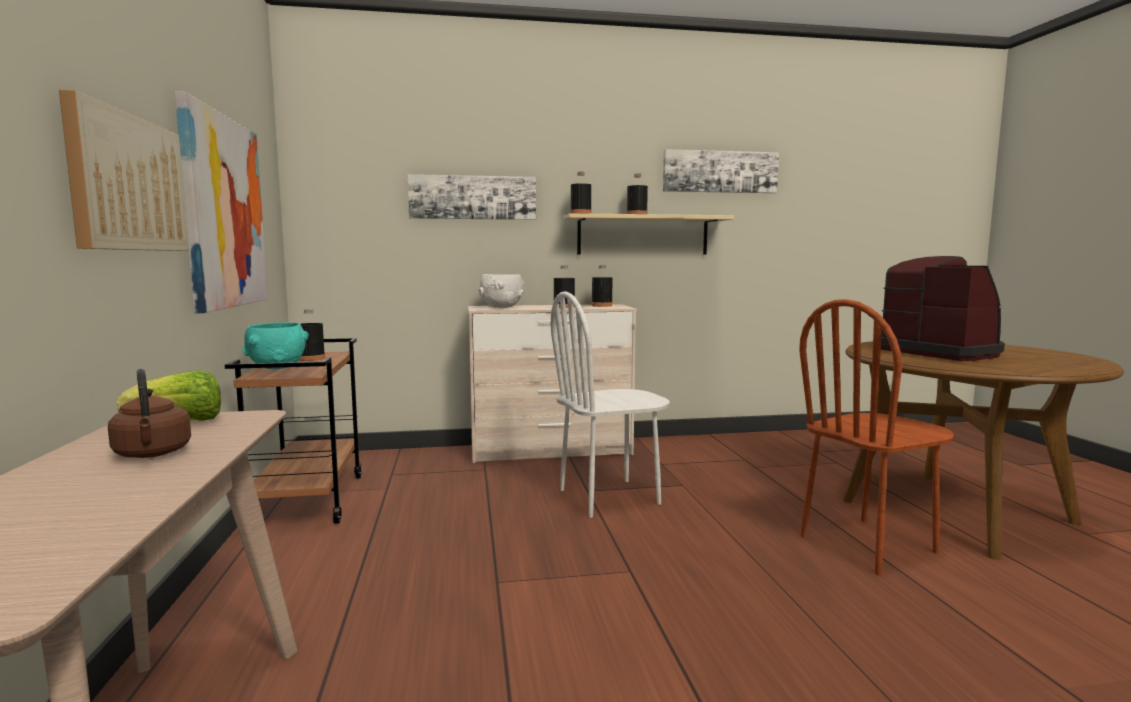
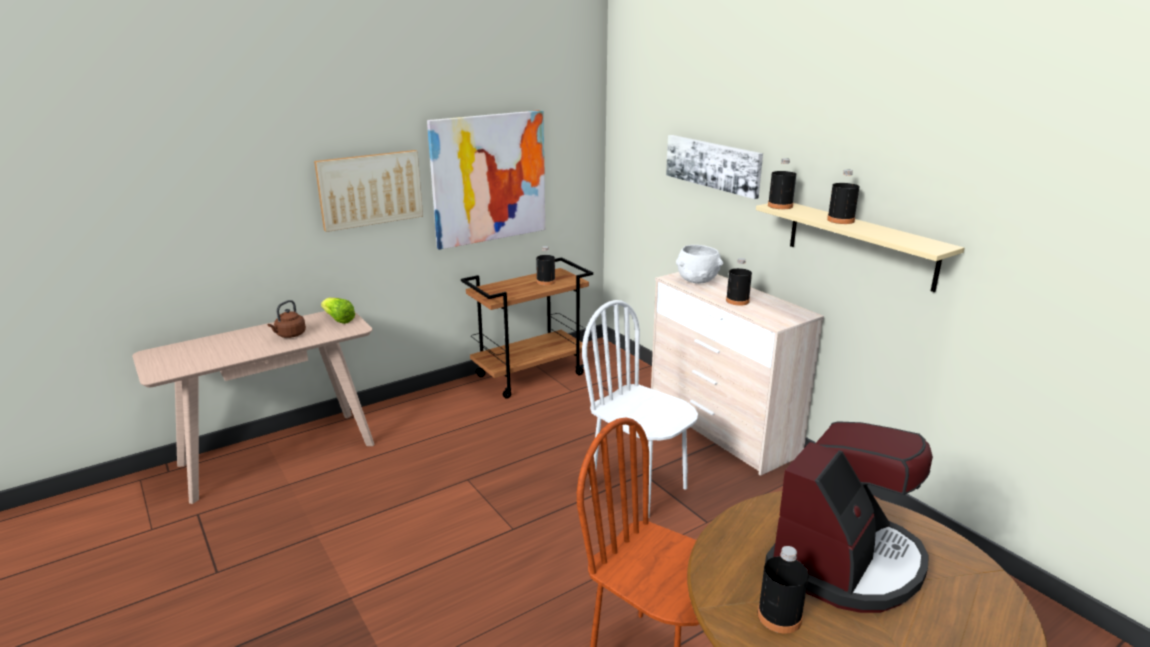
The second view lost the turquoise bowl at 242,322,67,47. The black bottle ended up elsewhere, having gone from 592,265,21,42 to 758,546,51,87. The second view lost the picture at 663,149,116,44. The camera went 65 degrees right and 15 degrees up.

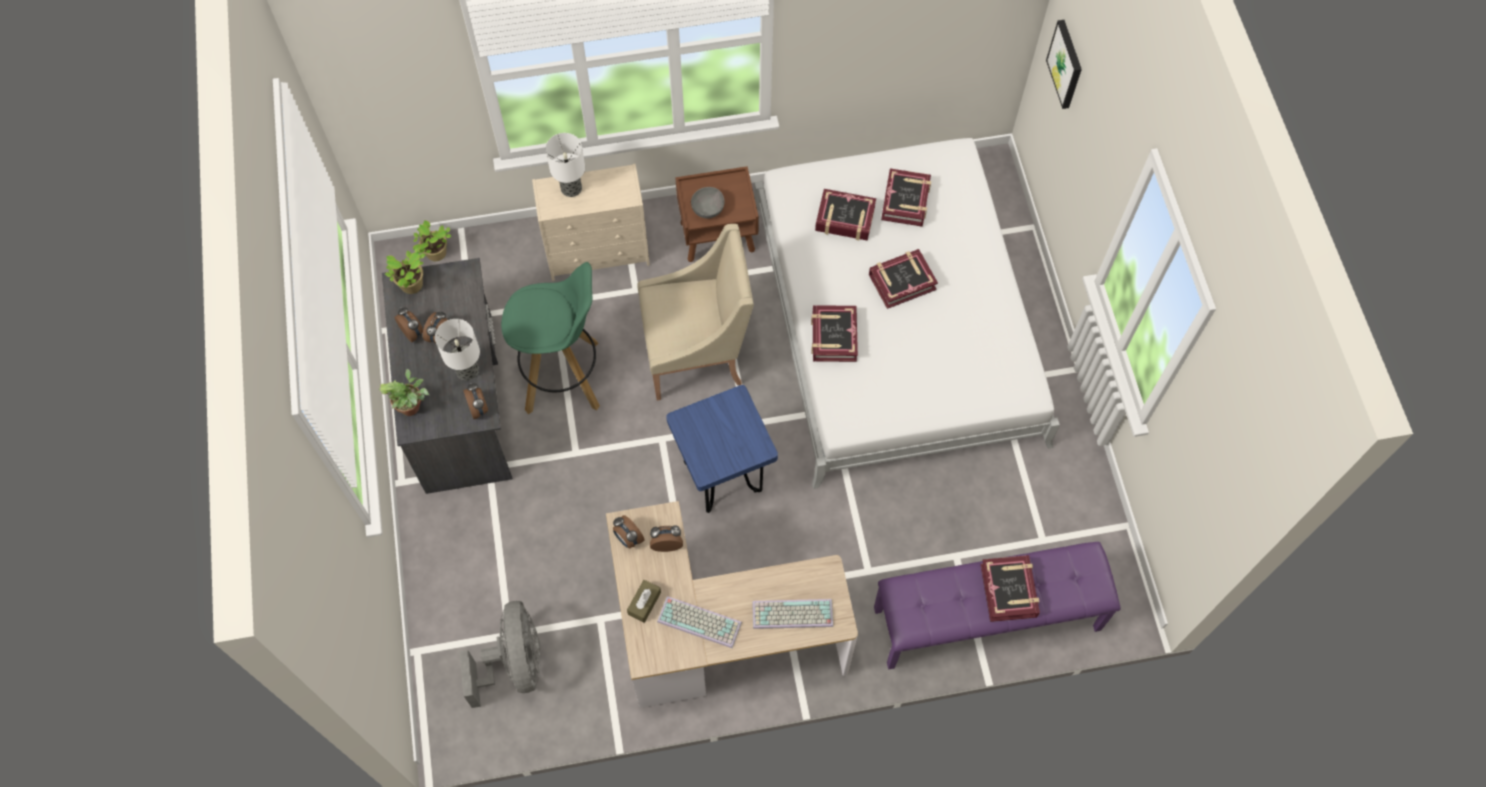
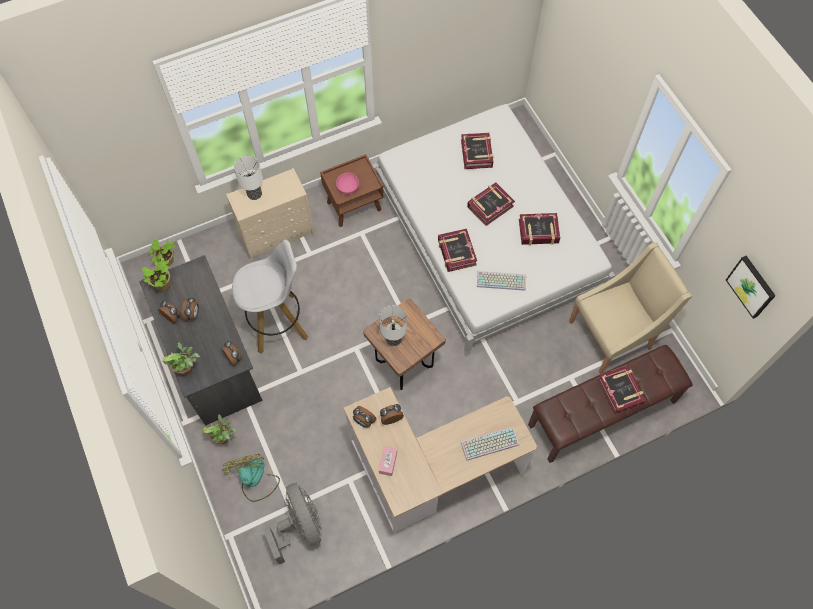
The table lamp ended up elsewhere, having gone from 435,319,45,61 to 379,305,28,41. What was the green stool at 501,262,99,152 turned into the white stool at 232,240,76,114. What was the brown tissue box at 627,580,34,43 turned into the pink tissue box at 379,447,18,29. The beige armchair ended up elsewhere, having gone from 637,224,117,177 to 569,242,123,132. The keyboard ended up elsewhere, having gone from 657,596,85,52 to 477,271,49,20. What was the blue stool at 666,385,112,128 turned into the brown stool at 363,298,83,92. What was the grey bowl at 691,187,34,31 turned into the pink bowl at 336,173,23,21. The book ended up elsewhere, having gone from 815,189,61,52 to 519,213,41,32. What was the purple bench at 874,542,247,127 turned into the brown bench at 528,345,165,118. The picture ended up elsewhere, having gone from 1046,20,36,89 to 726,256,50,63. The second view gained the potted plant at 202,414,35,30. The second view gained the fan at 222,454,58,48. The camera went 15 degrees left and 0 degrees up.

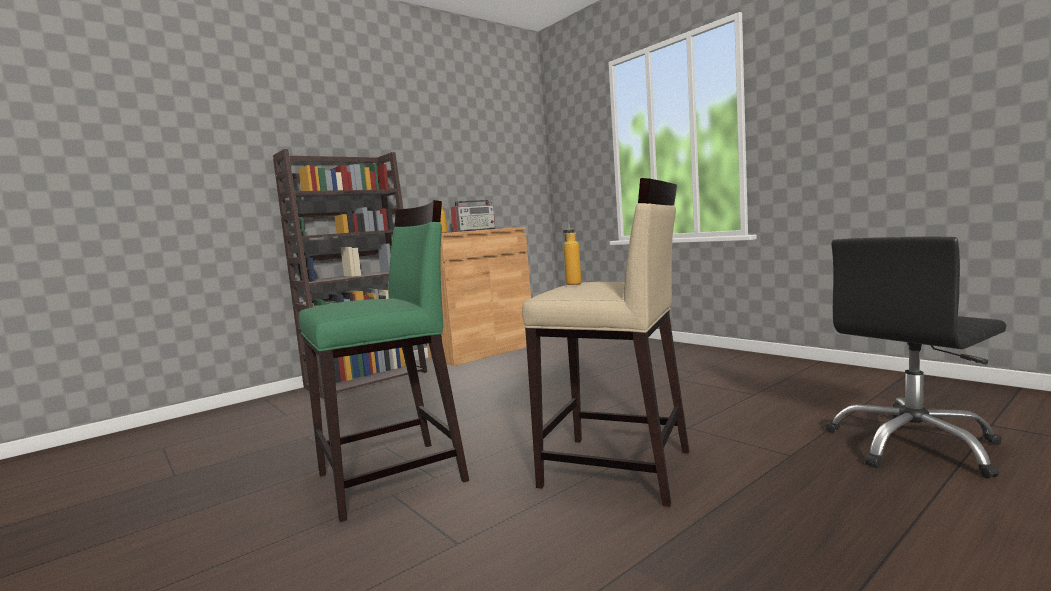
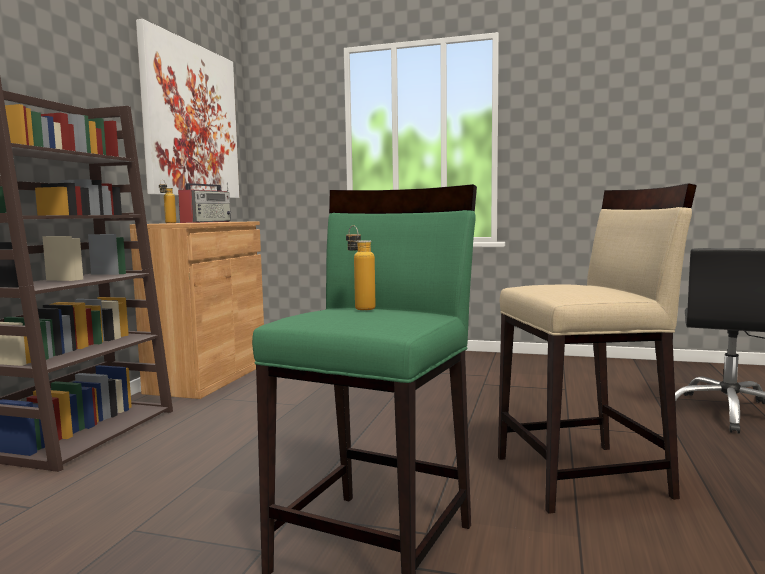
The bottle ended up elsewhere, having gone from 563,222,18,63 to 346,225,30,85. The second view gained the picture at 136,19,103,179. The camera went 35 degrees left and 0 degrees up.

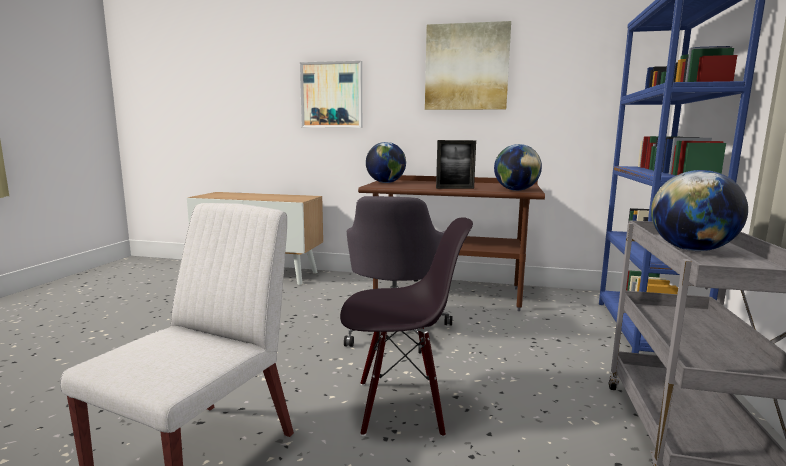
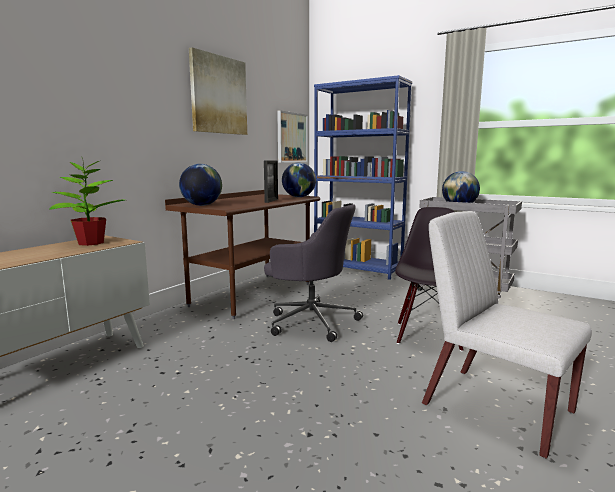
The picture ended up elsewhere, having gone from 300,61,62,67 to 277,110,31,53. The second view gained the potted plant at 49,156,76,90. The camera went 70 degrees left and 0 degrees up.

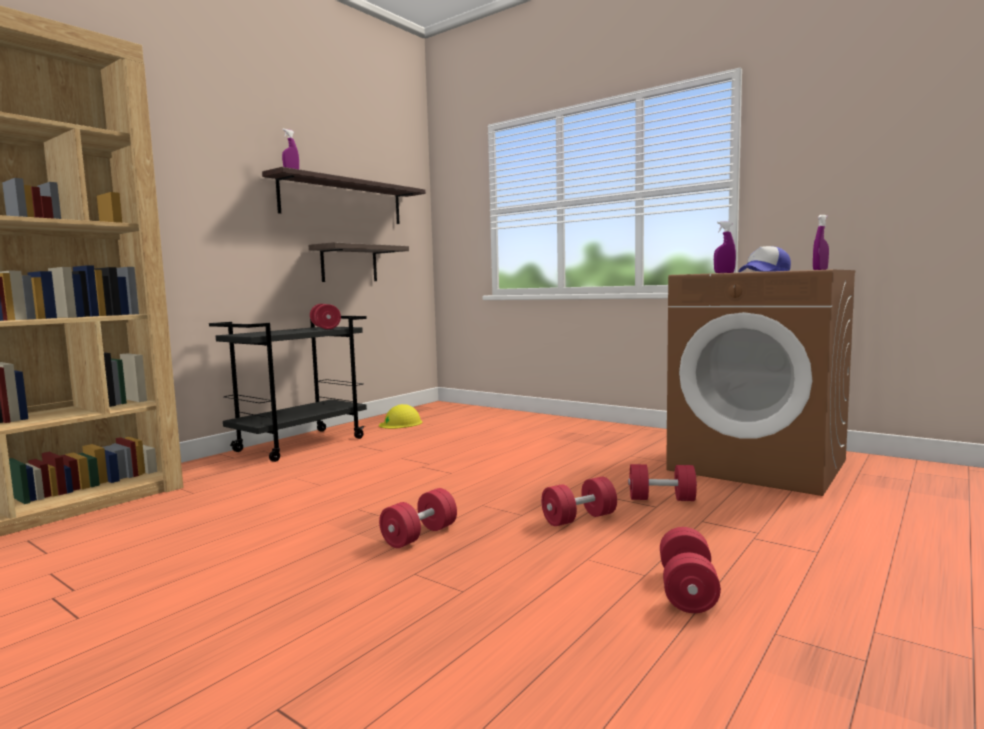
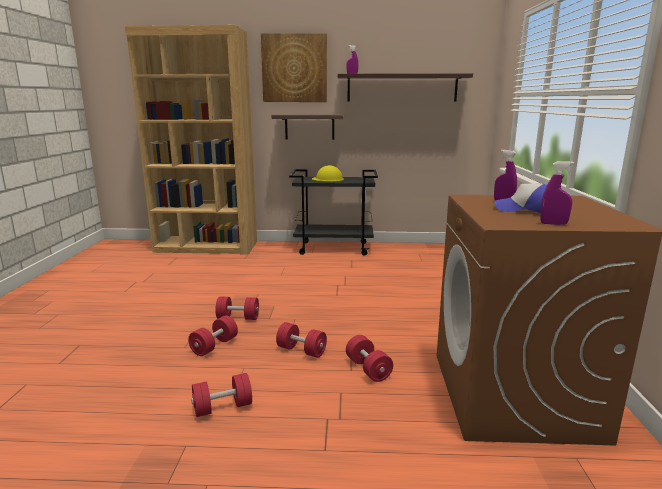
The shelf ended up elsewhere, having gone from 309,242,100,40 to 271,114,73,26. The red dumbbell ended up elsewhere, having gone from 310,304,31,25 to 188,315,50,41. The yellow hard hat ended up elsewhere, having gone from 379,404,43,25 to 312,165,32,17. The second view gained the picture at 261,33,66,69. The camera went 55 degrees right and 10 degrees up.

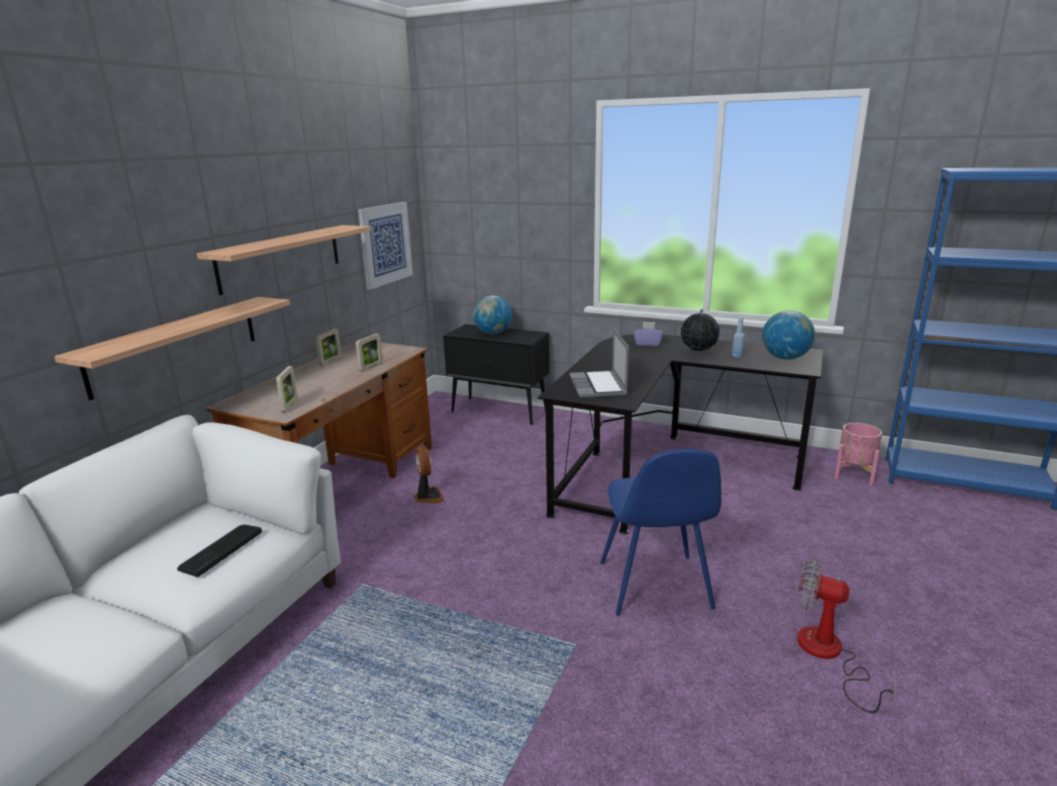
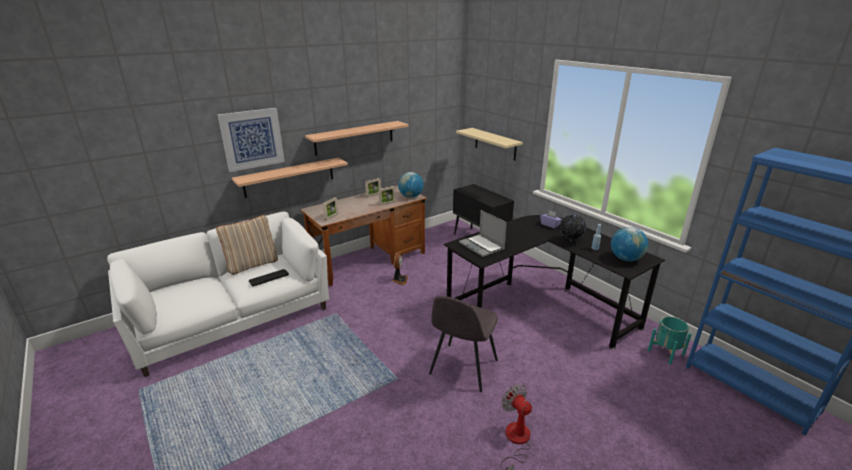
The picture ended up elsewhere, having gone from 358,202,55,88 to 218,108,67,64. The globe ended up elsewhere, having gone from 473,295,39,40 to 398,172,26,26. The laptop at 569,328,60,70 ended up facing another way, 60 degrees counterclockwise from before. What was the blue chair at 600,449,121,167 turned into the grey chair at 429,296,69,96. What was the pink planter at 834,423,48,63 turned into the turquoise planter at 648,316,44,49. The second view gained the beige pillow at 216,215,62,60. The second view gained the beige shelf at 456,128,67,32. The camera went 30 degrees right and 5 degrees up.

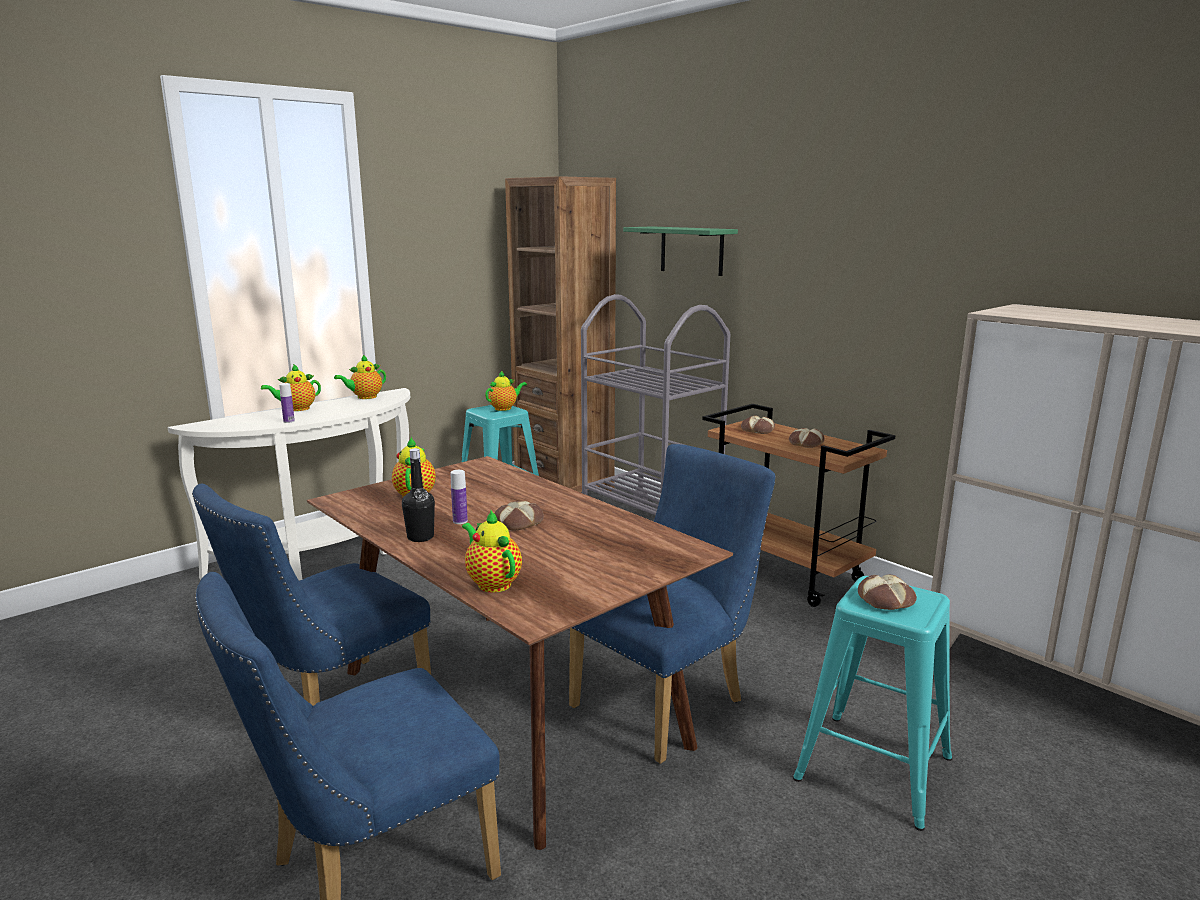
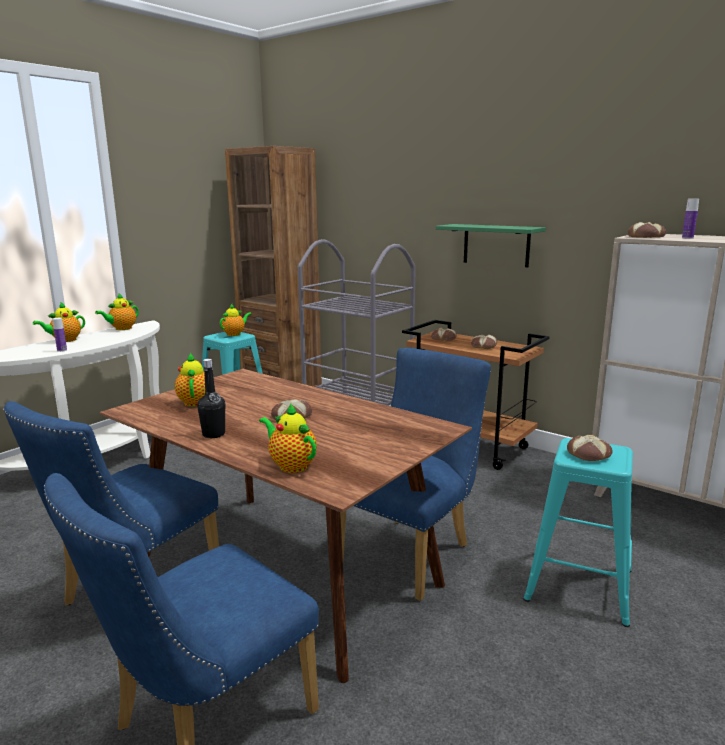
The bottle ended up elsewhere, having gone from 451,470,17,54 to 682,199,17,40. The green shelf ended up elsewhere, having gone from 623,226,115,50 to 436,224,110,43. The second view gained the bread at 628,222,38,16. The camera went 10 degrees left and 0 degrees up.

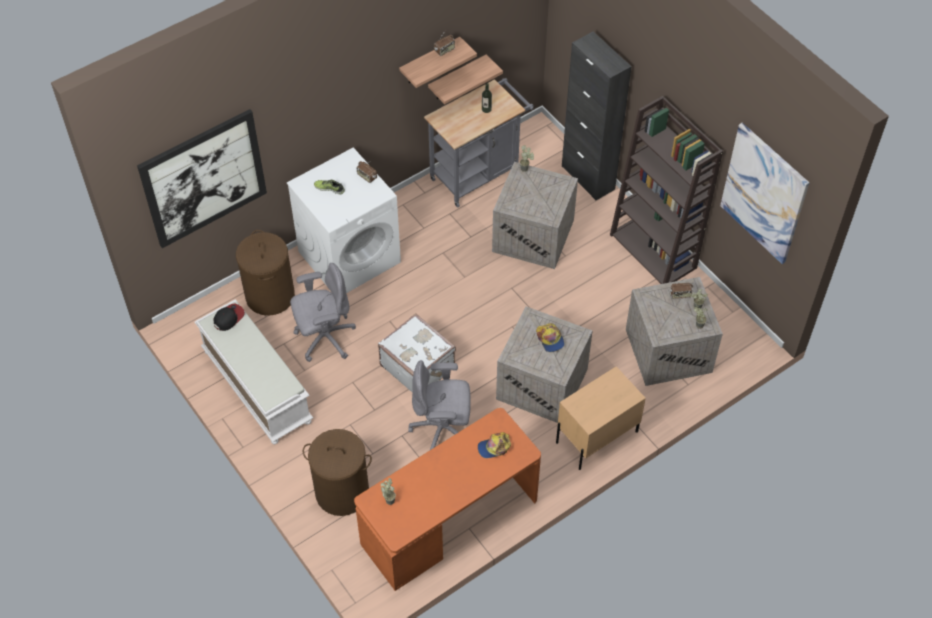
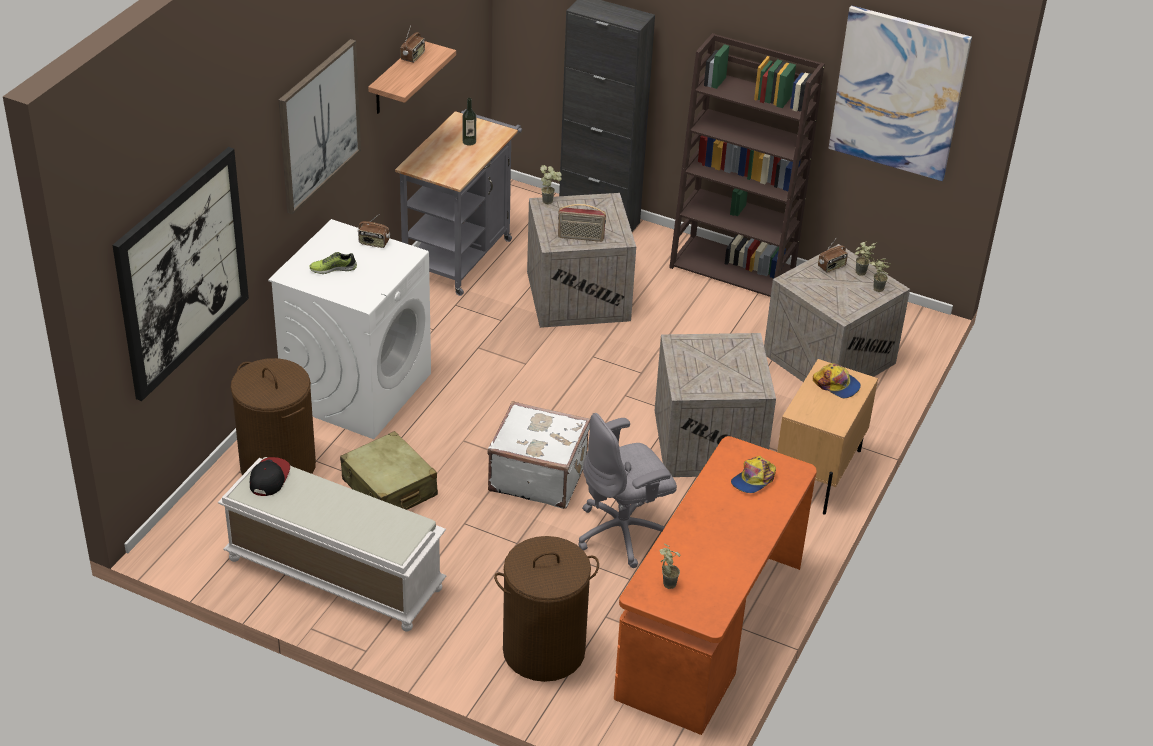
Where the grey office chair stood at 290,263,66,99, the beige suitcase came to stand at 340,431,98,79. The second view lost the shelf at 428,54,75,50. The cap ended up elsewhere, having gone from 536,323,28,29 to 813,363,48,35. The second view gained the picture at 279,39,82,175. The second view gained the radio at 558,204,48,38. The camera went 30 degrees left and 15 degrees down.

